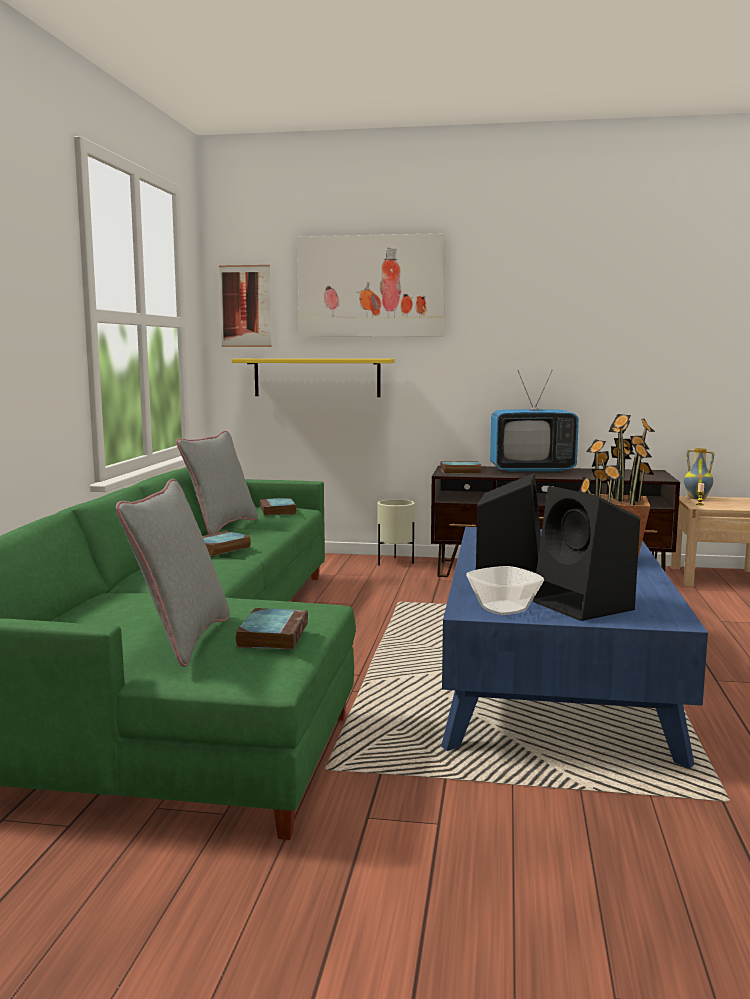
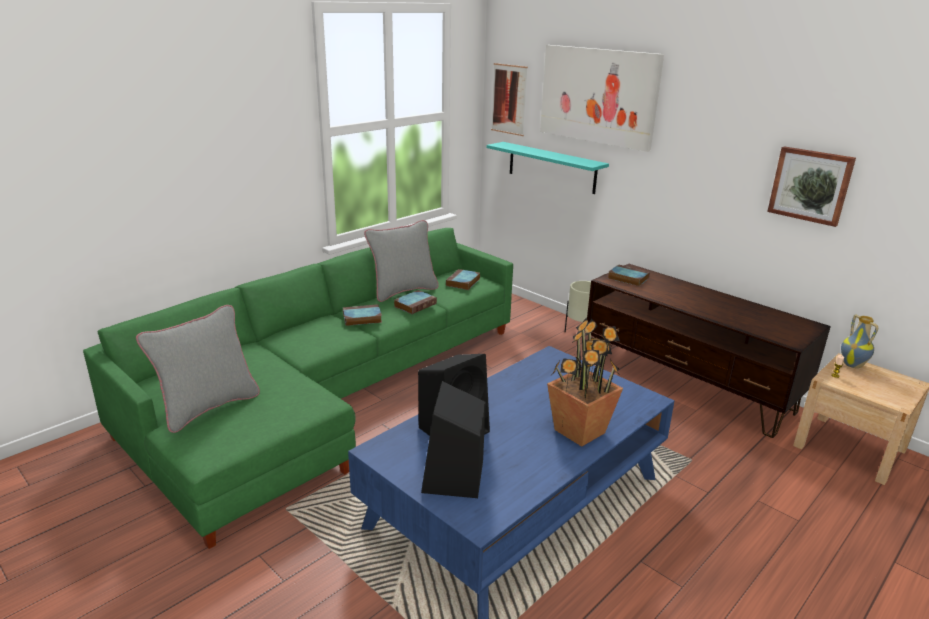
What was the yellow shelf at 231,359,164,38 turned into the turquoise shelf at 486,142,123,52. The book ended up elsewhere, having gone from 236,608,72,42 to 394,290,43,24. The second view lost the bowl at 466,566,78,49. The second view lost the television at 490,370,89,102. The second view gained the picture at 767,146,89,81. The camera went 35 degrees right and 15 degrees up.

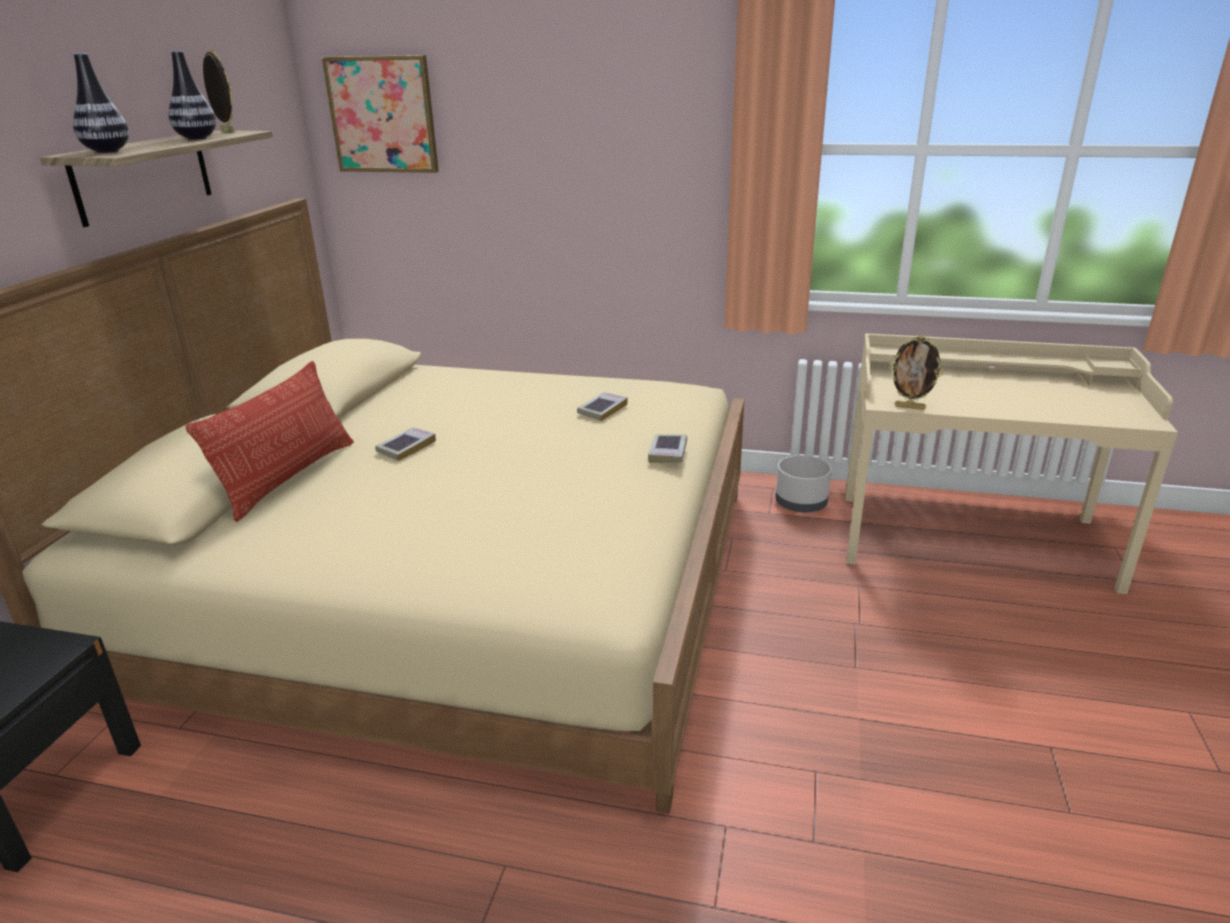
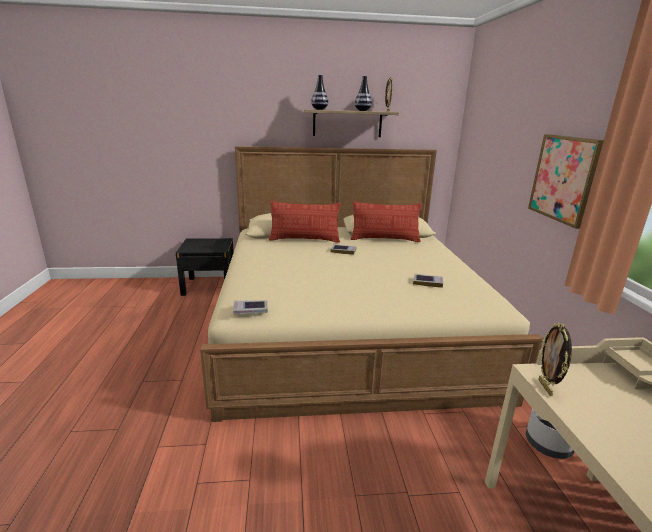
The picture ended up elsewhere, having gone from 322,55,117,118 to 528,134,76,95. The book ended up elsewhere, having gone from 648,434,39,29 to 233,300,35,14. The second view gained the pillow at 350,201,72,41. The camera went 70 degrees right and 5 degrees down.

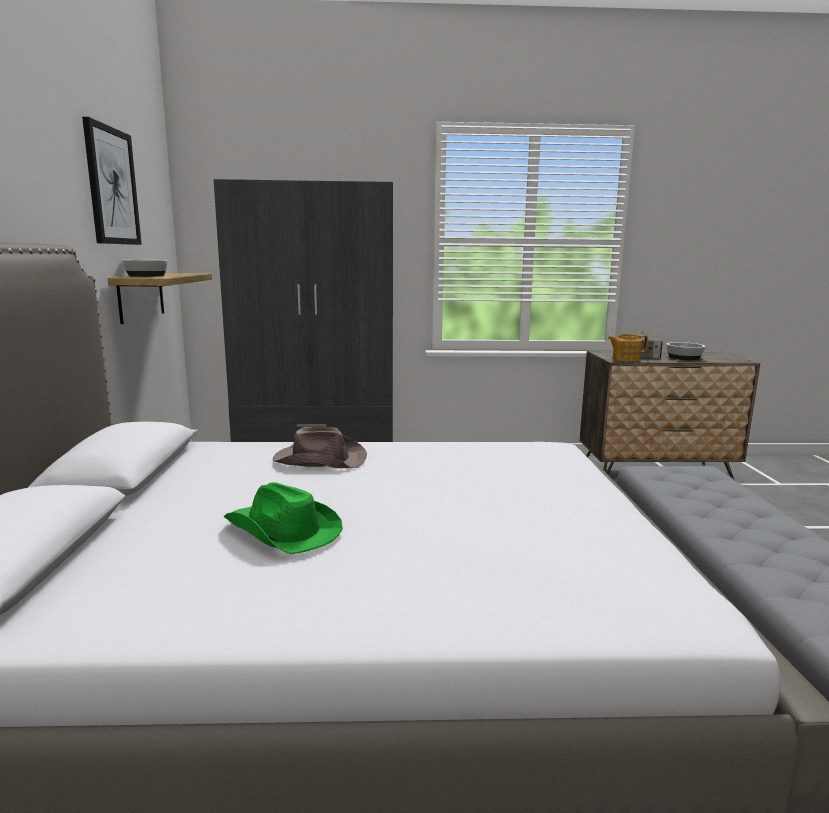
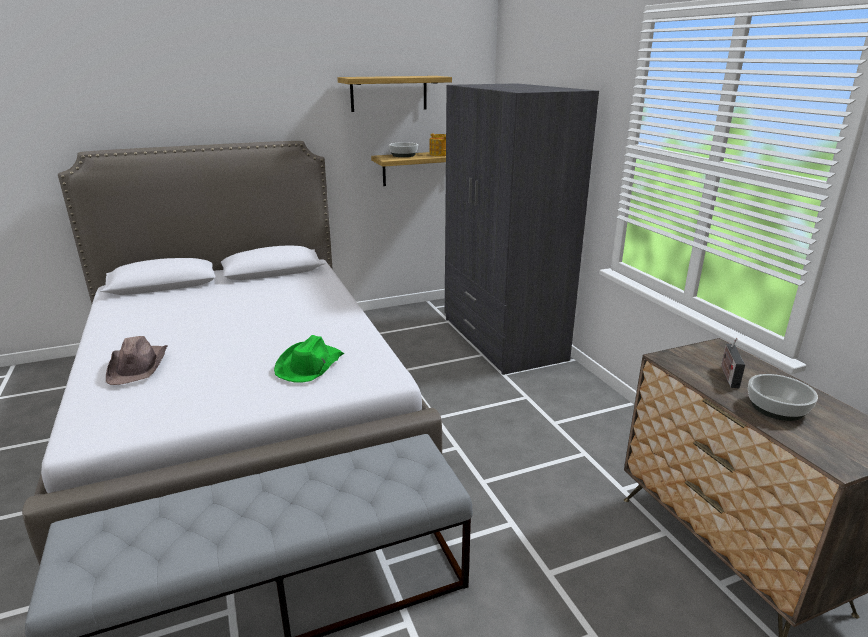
Where the picture hung at 82,117,60,128, the shelf came to hang at 337,76,115,36. The green hat ended up elsewhere, having gone from 223,482,120,73 to 274,335,70,48. The brown hat ended up elsewhere, having gone from 273,427,94,41 to 106,336,62,49. The teapot ended up elsewhere, having gone from 608,334,40,27 to 429,134,17,22. The camera went 70 degrees right and 10 degrees up.

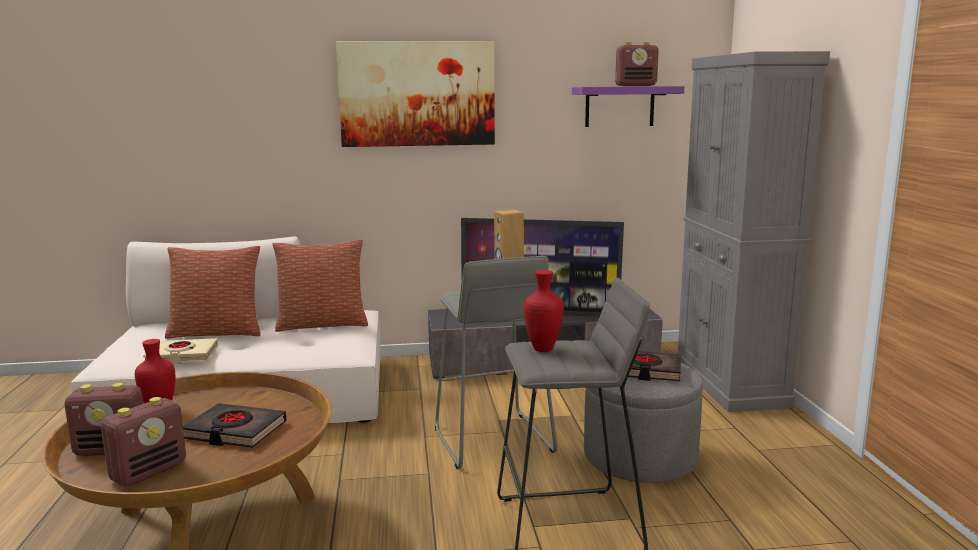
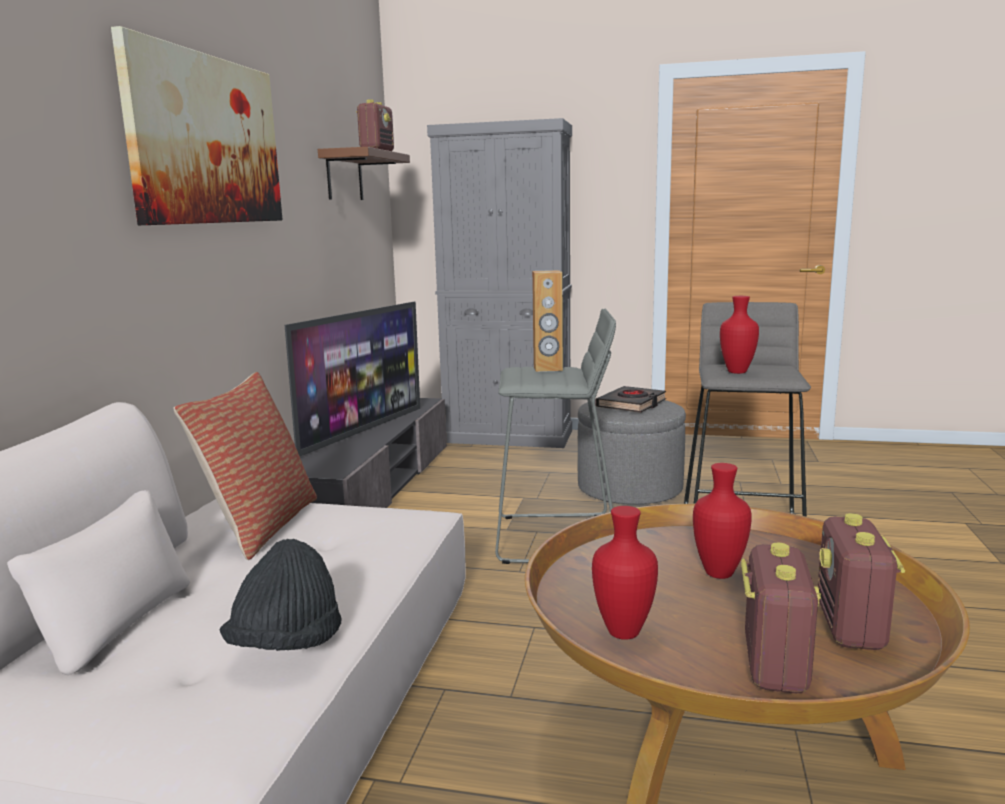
The radio at 101,397,85,90 ended up facing another way, 135 degrees counterclockwise from before. Where the beige book stood at 143,338,75,26, the black hat came to stand at 219,539,123,112. The second view lost the pillow at 165,246,95,93. Where the black book stood at 183,403,104,45, the red vase came to stand at 693,463,59,116. What was the purple shelf at 572,86,112,41 turned into the brown shelf at 318,147,92,53. The camera went 70 degrees left and 0 degrees up.

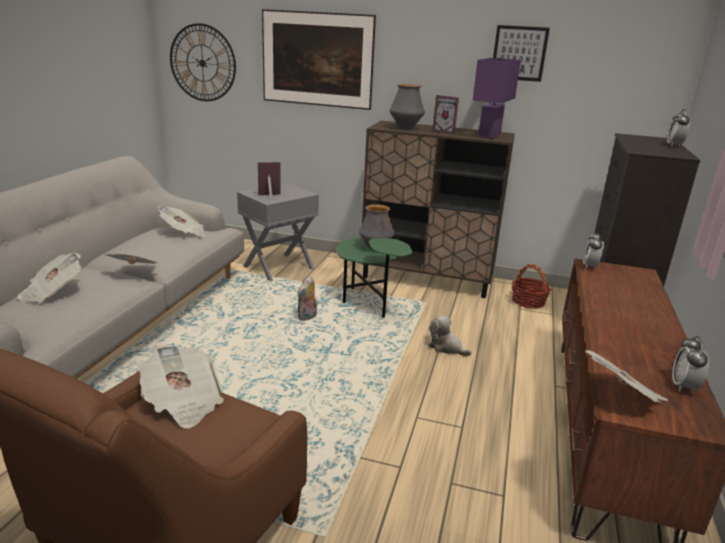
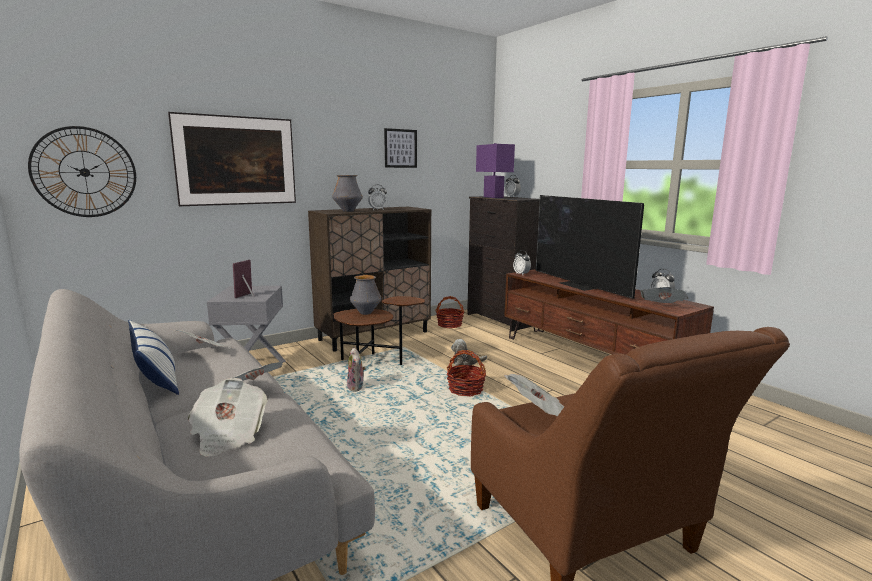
What was the green side table at 336,237,76,81 turned into the brown side table at 333,296,92,69. Where the picture frame stood at 432,95,27,40, the alarm clock came to stand at 368,184,19,26. The purple table lamp ended up elsewhere, having gone from 473,58,48,81 to 476,143,39,55. The second view gained the pillow at 128,320,51,75. The second view gained the basket at 447,350,39,46. The second view gained the television at 536,195,108,104. The camera went 50 degrees left and 10 degrees down.

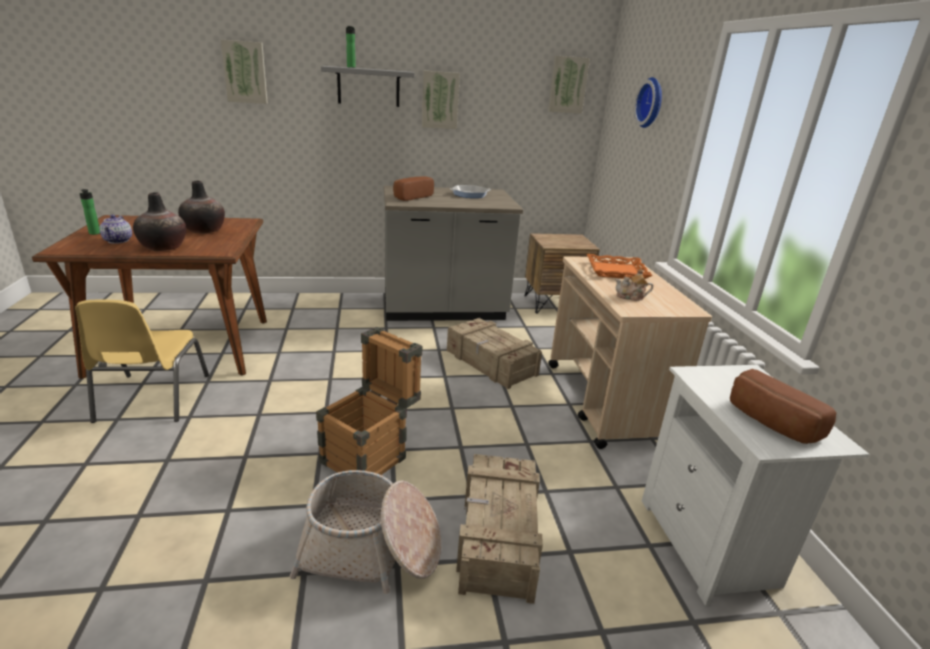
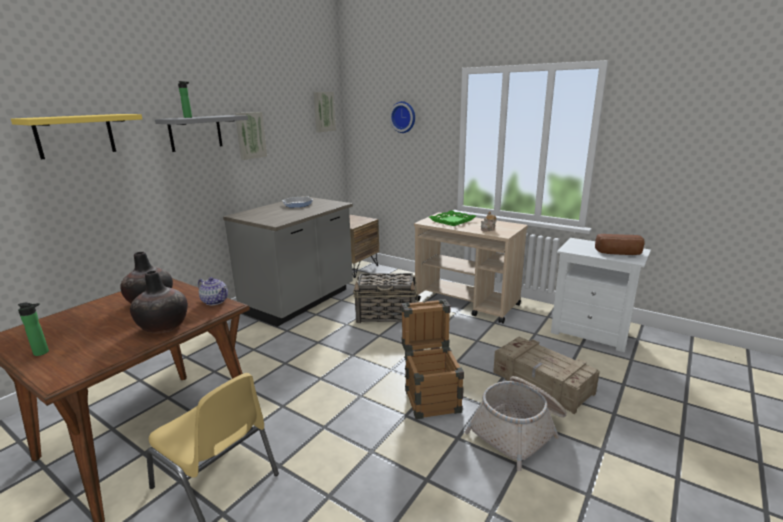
The teapot ended up elsewhere, having gone from 99,215,33,29 to 198,277,30,28. Where the picture hung at 221,40,47,64, the yellow shelf came to hang at 11,114,131,45. The second view lost the bread at 393,176,41,25. Where the crate stood at 447,318,95,71, the basket came to stand at 353,273,65,50. What was the orange tray at 587,254,66,25 turned into the green tray at 429,210,47,16. The camera went 45 degrees left and 5 degrees down.

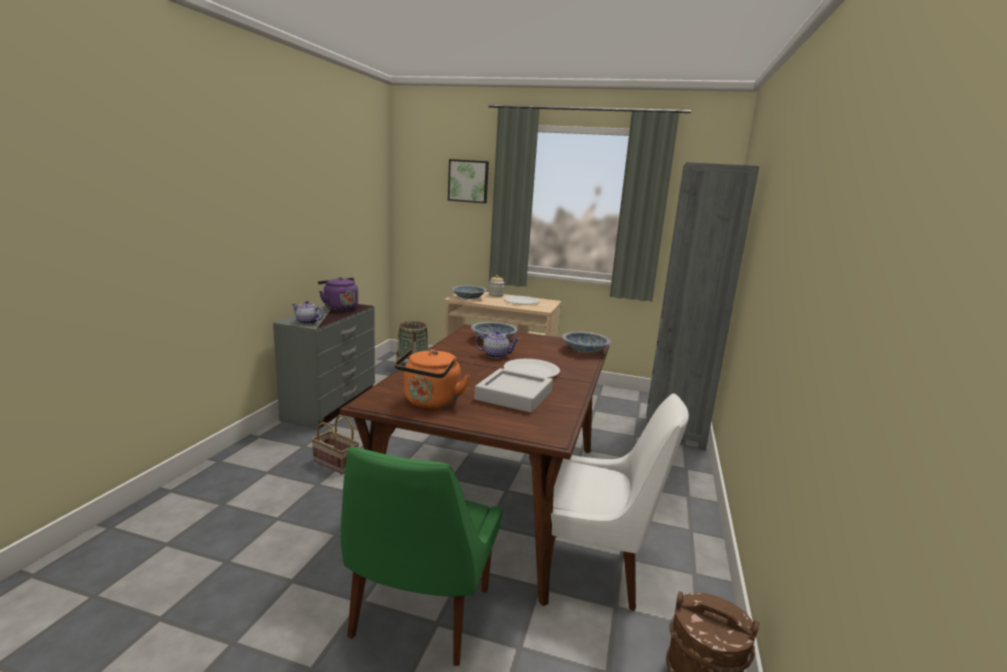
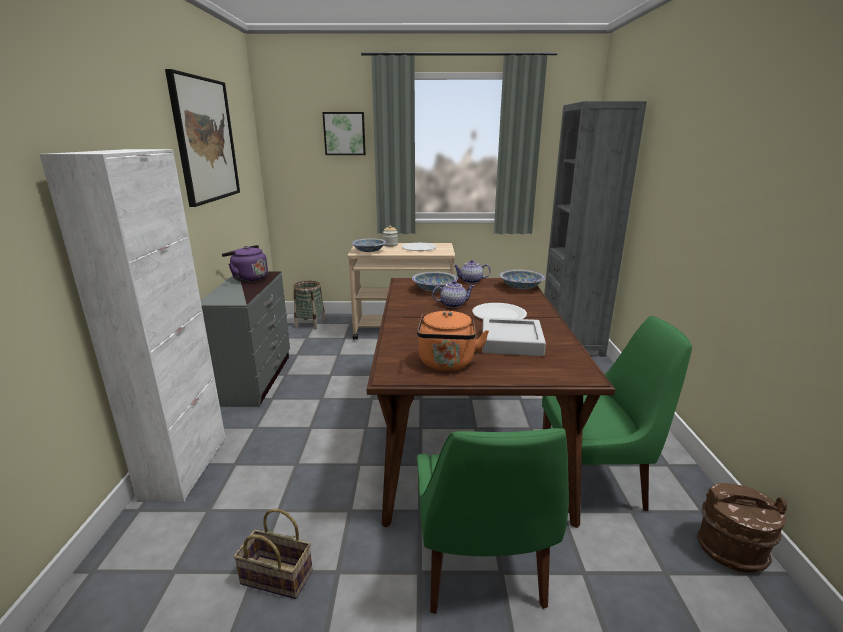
The teapot ended up elsewhere, having gone from 292,301,32,23 to 453,260,38,24. The basket ended up elsewhere, having gone from 312,415,48,59 to 233,508,80,91. What was the white chair at 550,393,139,218 turned into the green chair at 542,316,150,197. The second view gained the white cabinet at 39,149,187,353. The second view gained the picture at 165,69,75,138. The camera went 15 degrees left and 5 degrees up.

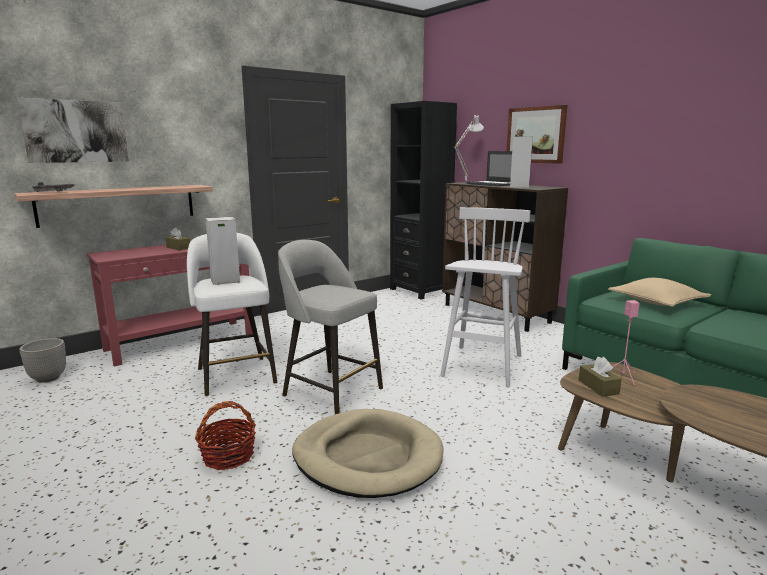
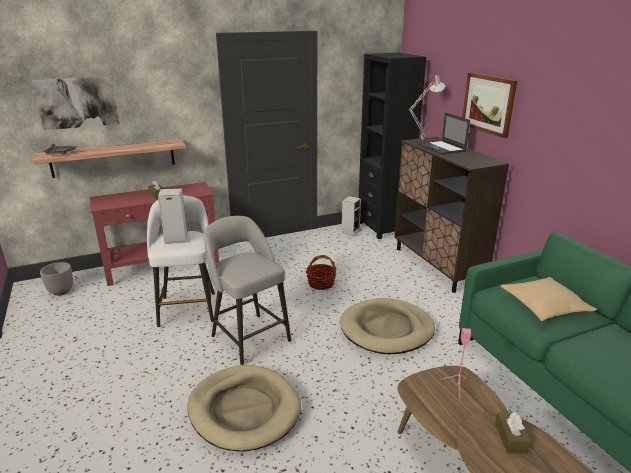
The basket ended up elsewhere, having gone from 195,401,61,69 to 306,255,30,35. Where the white stool stood at 440,207,90,181, the beige dog bed came to stand at 340,298,95,56. The speaker ended up elsewhere, having gone from 510,136,23,52 to 342,196,19,40. The brown tissue box ended up elsewhere, having gone from 579,357,43,40 to 495,411,36,43. The camera went 15 degrees right and 10 degrees up.

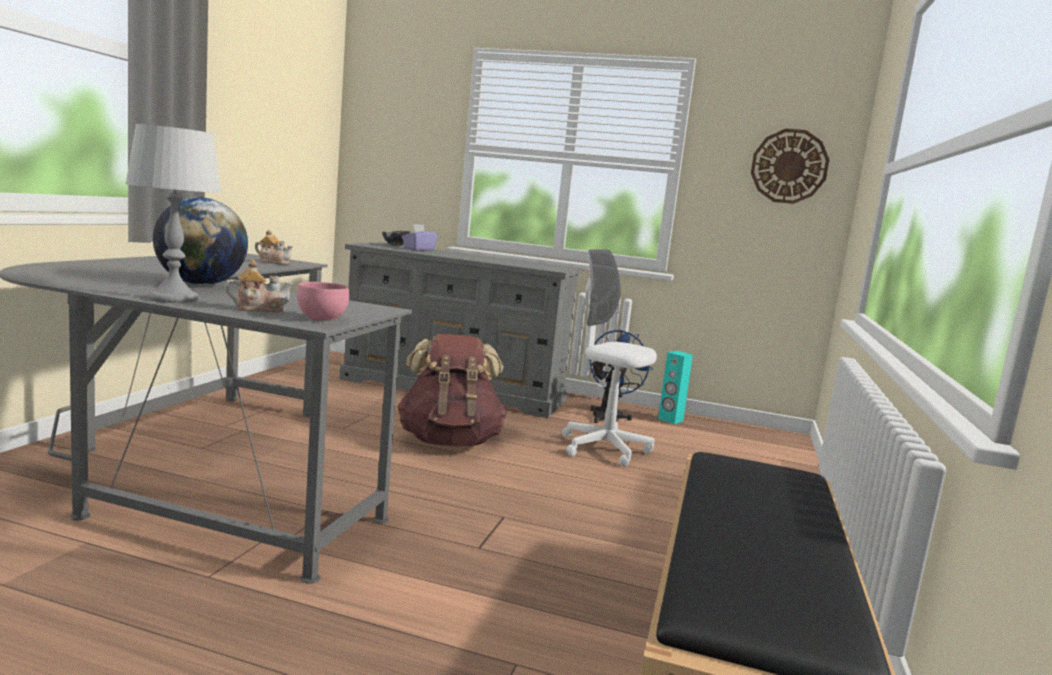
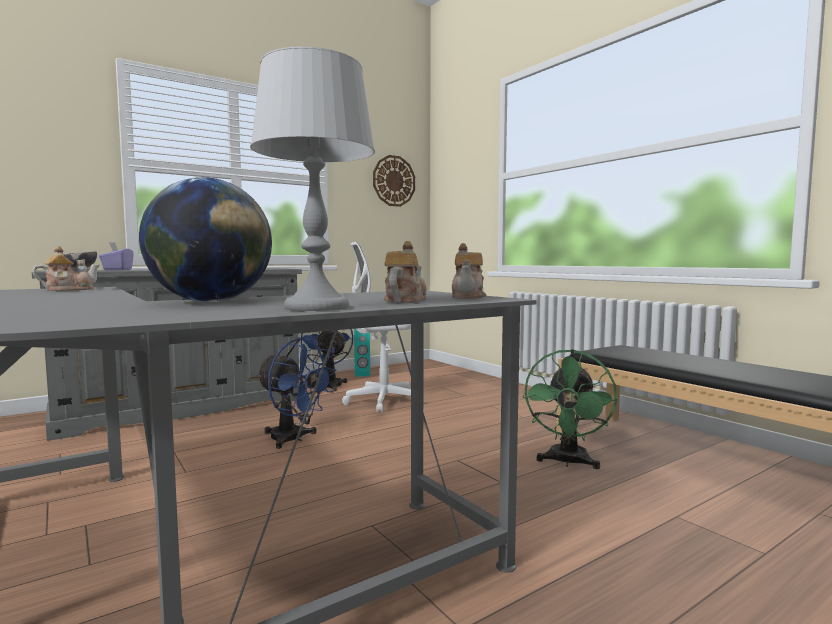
Where the pink bowl stood at 297,282,52,39, the teapot came to stand at 452,243,34,56. Where the brown backpack stood at 397,334,110,112, the blue fan came to stand at 256,338,81,111. The second view gained the green fan at 523,349,94,120. The camera went 50 degrees left and 5 degrees down.

